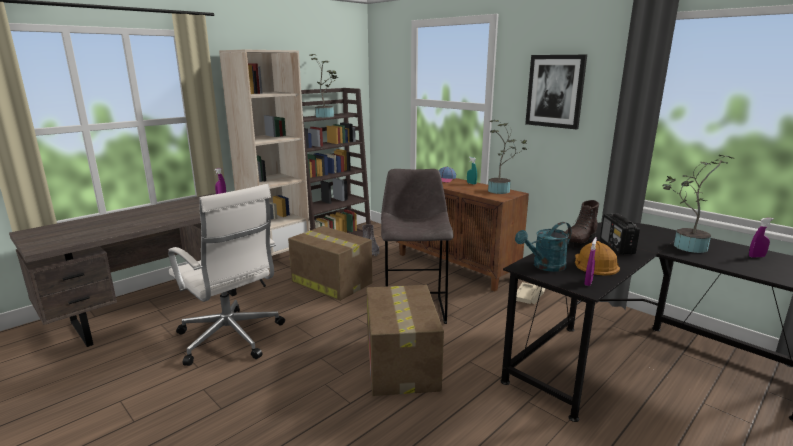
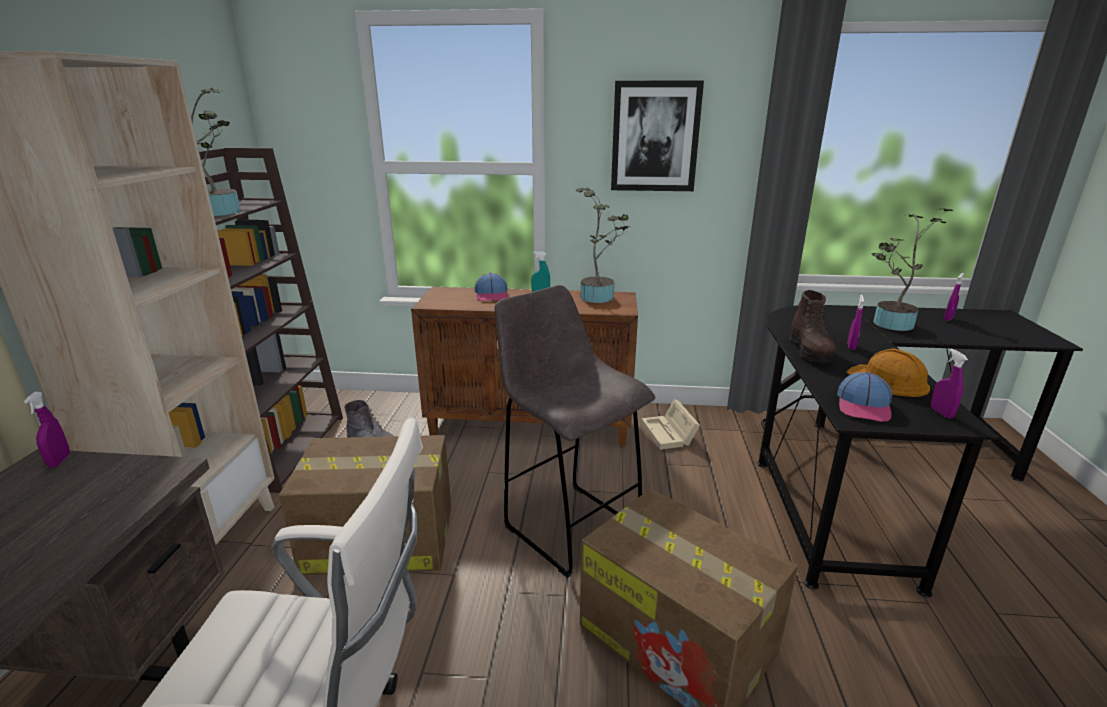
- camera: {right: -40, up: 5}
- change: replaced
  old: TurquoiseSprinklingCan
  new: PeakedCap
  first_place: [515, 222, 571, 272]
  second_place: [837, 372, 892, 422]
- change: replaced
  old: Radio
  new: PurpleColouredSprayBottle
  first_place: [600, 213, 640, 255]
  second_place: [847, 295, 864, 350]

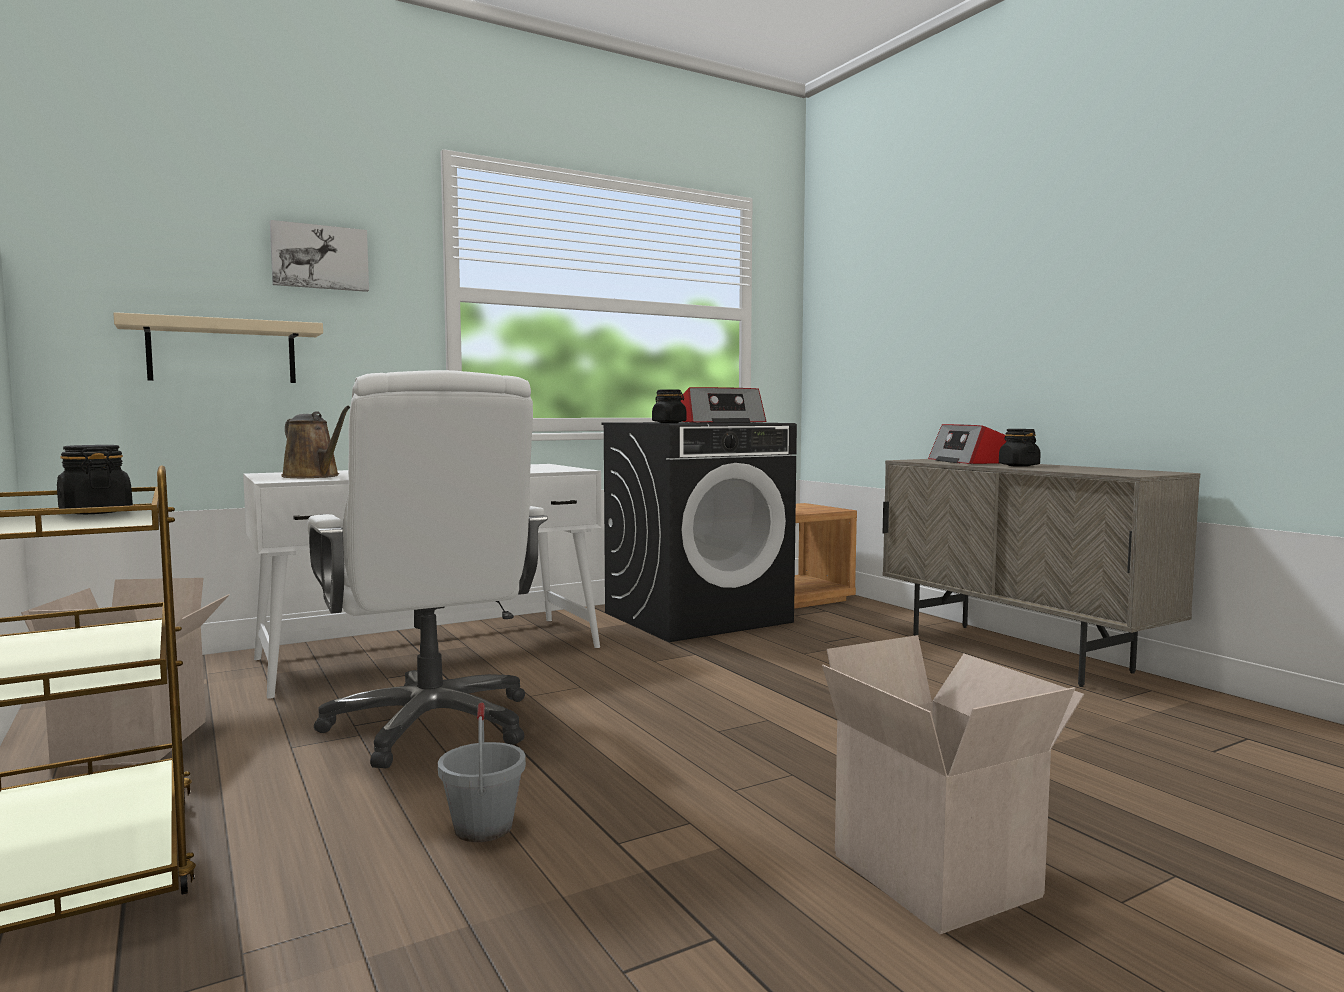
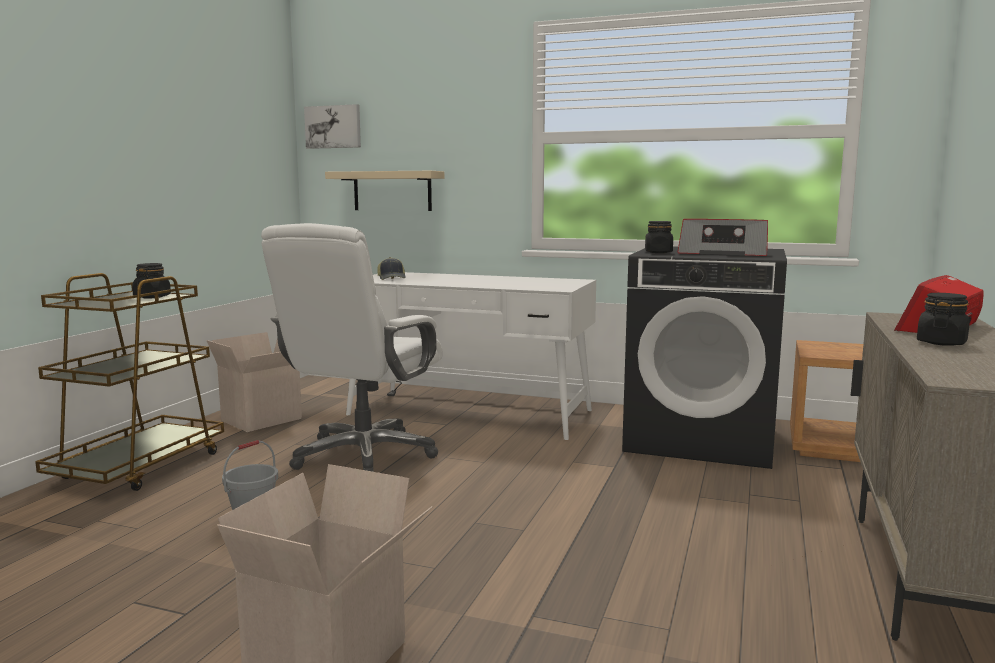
- camera: {right: 50, up: 5}
- change: moved
  old: WallPicture
  first_place: [270, 220, 369, 292]
  second_place: [304, 104, 361, 149]
- change: replaced
  old: BrownColouredSprinklingCan
  new: PeakedCap
  first_place: [281, 406, 350, 478]
  second_place: [377, 257, 406, 280]

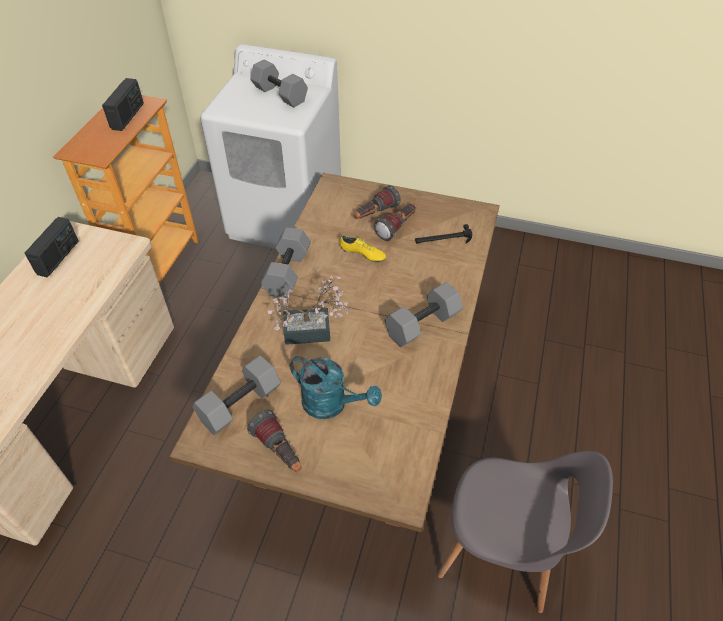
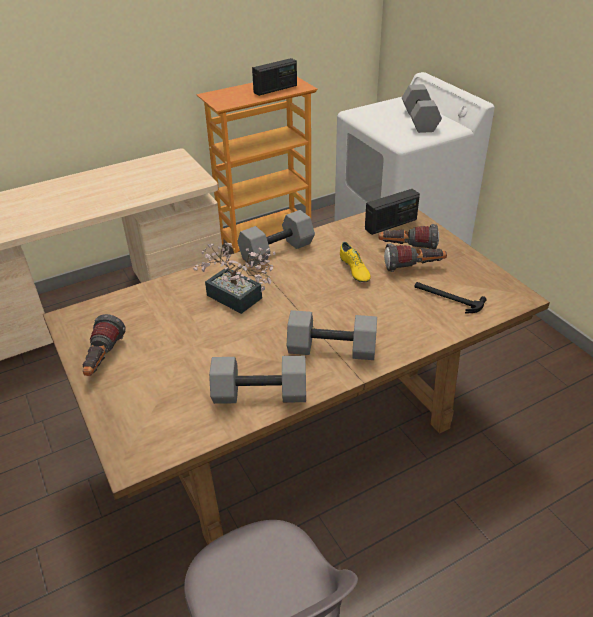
- camera: {right: 45, up: -10}
- change: moved
  old: Radio
  first_place: [25, 217, 79, 277]
  second_place: [365, 189, 420, 235]
- change: moved
  old: GreyFreeWeight
  first_place: [193, 355, 281, 435]
  second_place: [209, 356, 306, 404]
- change: removed
  old: TurquoiseSprinklingCan
  first_place: [289, 356, 382, 419]

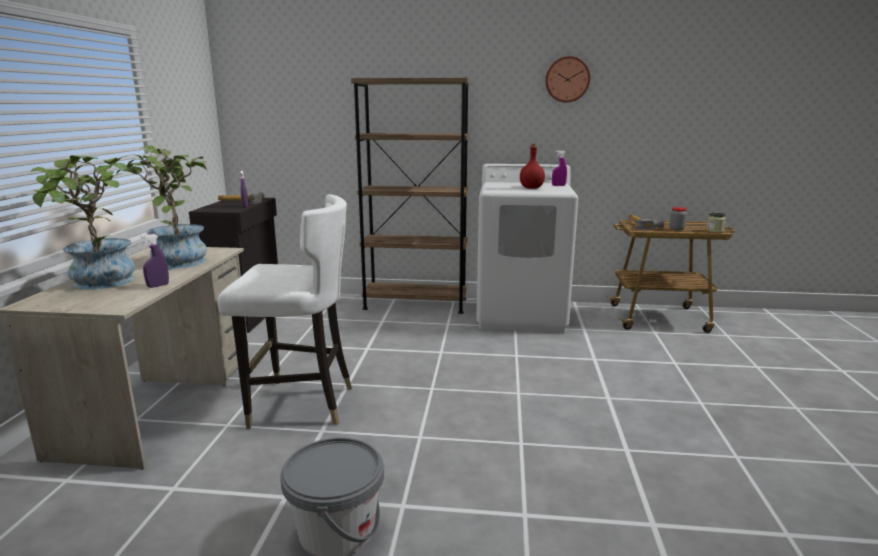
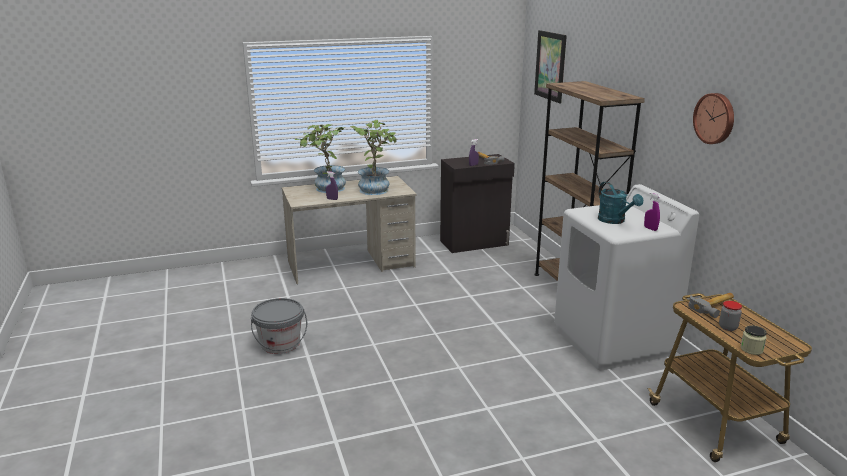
- camera: {right: 65, up: 5}
- change: removed
  old: WhitishUprightChair
  first_place: [218, 195, 352, 429]
- change: replaced
  old: RedDrinkBottle
  new: TurquoiseSprinklingCan
  first_place: [520, 143, 545, 189]
  second_place: [598, 181, 643, 224]
- change: added
  new: WallPicture
  second_place: [534, 30, 567, 104]

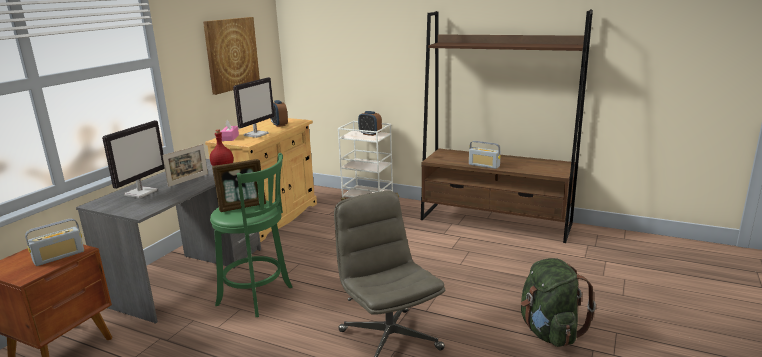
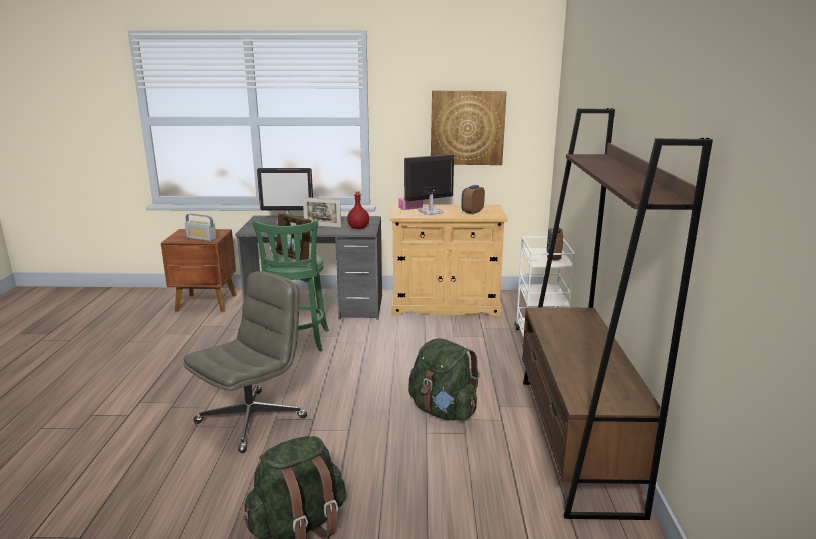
- camera: {right: 65, up: 0}
- change: turned
  old: ComputerDisplay
  first_place: [233, 77, 274, 138]
  second_place: [404, 154, 454, 215]
  degrees: 150
- change: removed
  old: Radio
  first_place: [469, 141, 501, 169]
- change: added
  new: GreenColouredRucksack
  second_place: [408, 338, 480, 421]

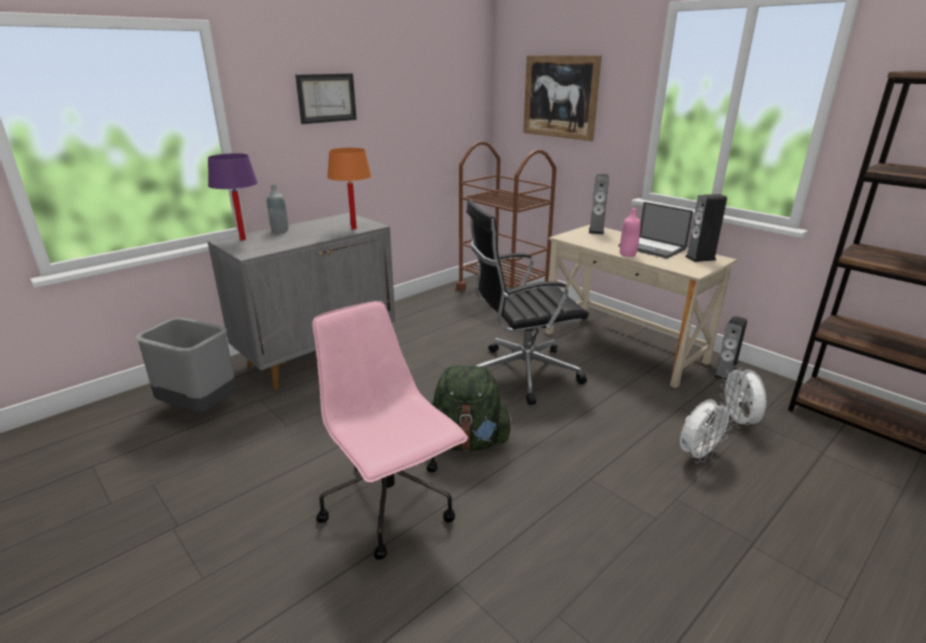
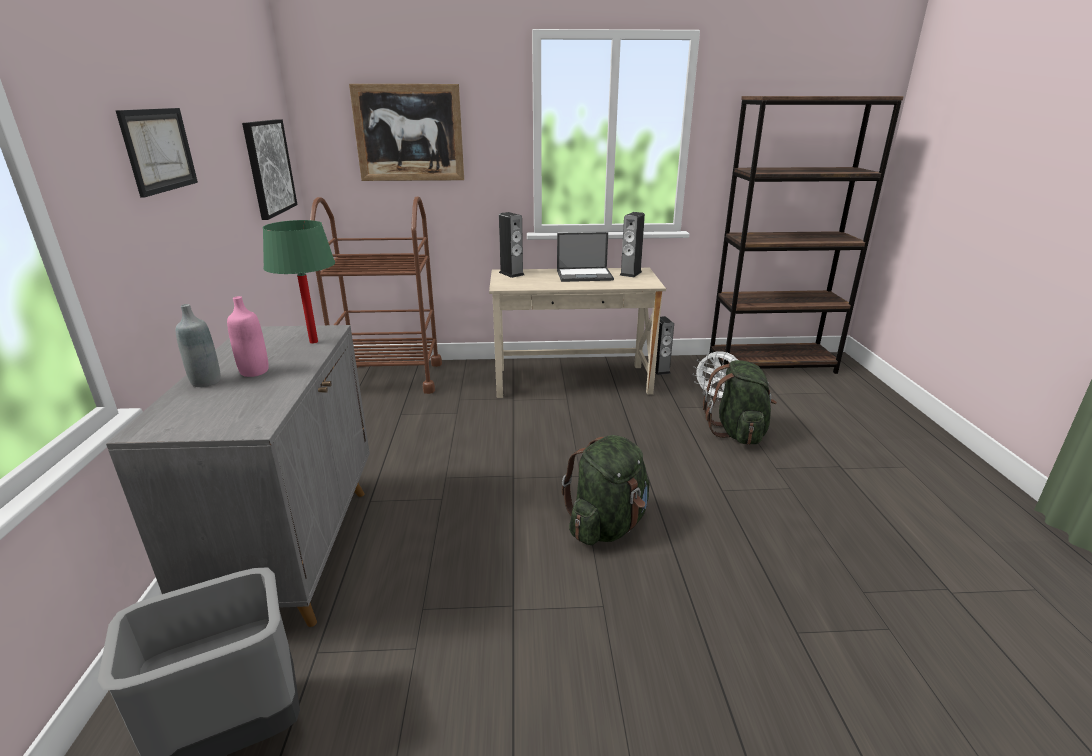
- camera: {right: -50, up: 0}
- change: removed
  old: PurpleColouredTableLamp
  first_place: [208, 153, 258, 240]
- change: removed
  old: PinkOfficeChair
  first_place: [312, 301, 468, 560]
- change: recoloured
  old: OrangeColouredTableLamp
  new: GreenColouredTableLamp
  first_place: [327, 148, 371, 230]
  second_place: [263, 220, 335, 344]
- change: removed
  old: BlackColouredOfficeChair
  first_place: [466, 199, 589, 405]
- change: moved
  old: PinkDrinkBottle
  first_place: [620, 208, 641, 257]
  second_place: [227, 296, 269, 377]
- change: replaced
  old: WhitishElectricFan
  new: GreenColouredRucksack
  first_place: [680, 399, 735, 463]
  second_place: [703, 360, 777, 445]
- change: added
  new: WallPicture
  second_place: [242, 119, 297, 220]

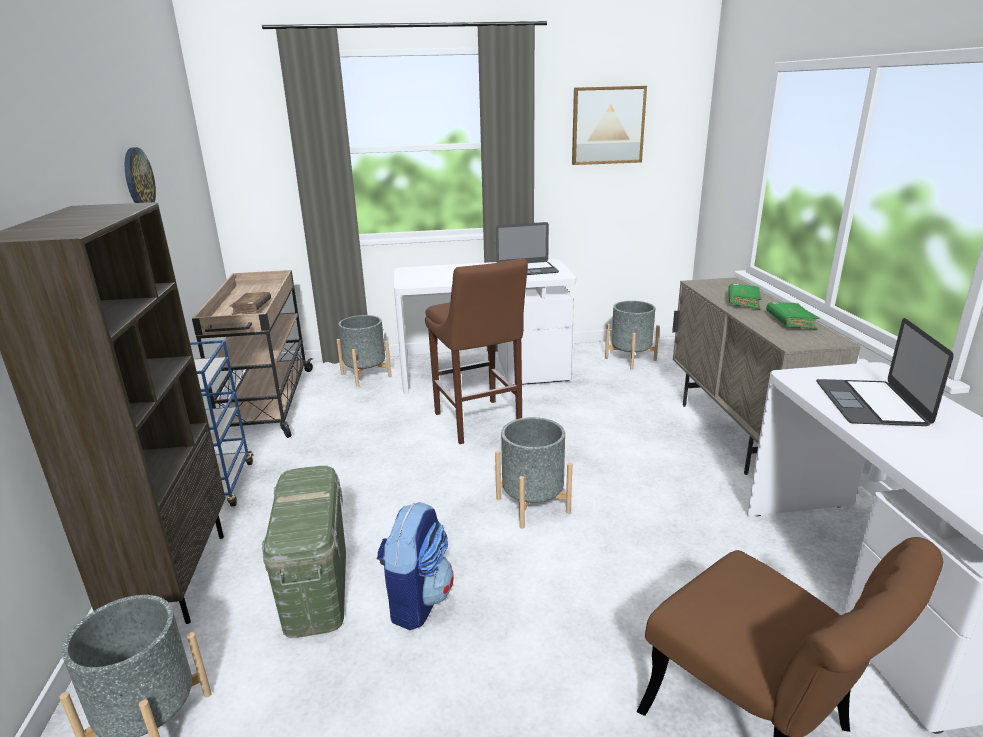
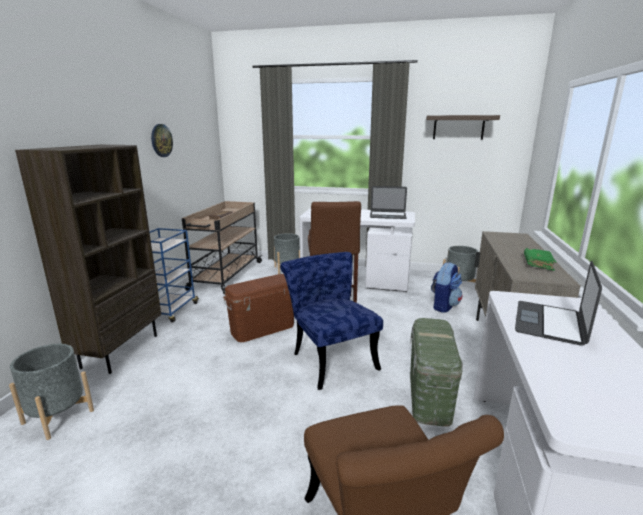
- camera: {right: 20, up: -5}
- change: moved
  old: GreenColouredStorageContainer
  first_place: [262, 466, 346, 638]
  second_place: [410, 318, 463, 427]
- change: moved
  old: Rucksack
  first_place: [377, 502, 454, 630]
  second_place: [431, 262, 462, 313]
- change: replaced
  old: GreyPlantPot
  new: BluishUprightChair
  first_place: [495, 417, 572, 529]
  second_place: [280, 252, 383, 390]
- change: replaced
  old: WallPicture
  new: WallShelf
  first_place: [572, 86, 647, 165]
  second_place: [426, 115, 500, 140]
- change: removed
  old: GreenColouredBoundBook
  first_place: [728, 284, 762, 310]
- change: added
  new: BrownColouredStorageContainer
  second_place: [223, 274, 294, 342]

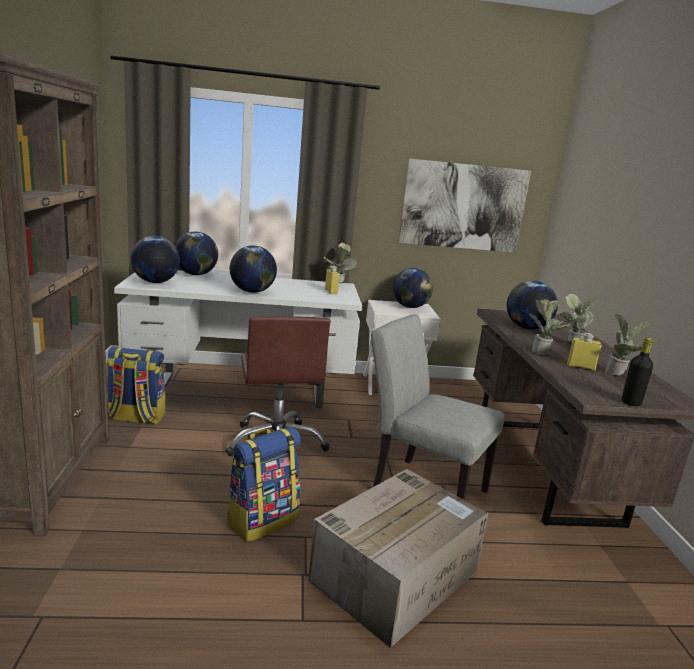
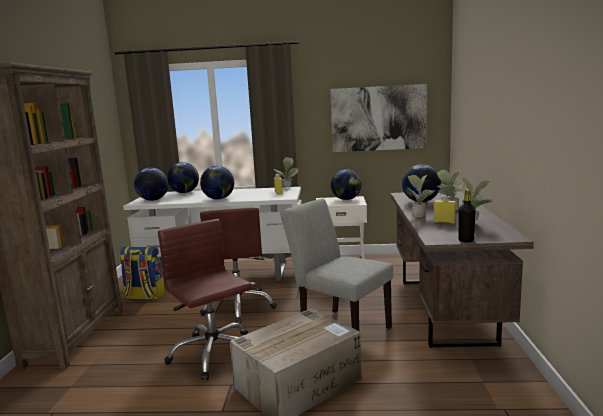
- camera: {right: 10, up: -5}
- change: replaced
  old: Rucksack
  new: BrownColouredOfficeChair
  first_place: [227, 427, 301, 542]
  second_place: [158, 219, 253, 380]

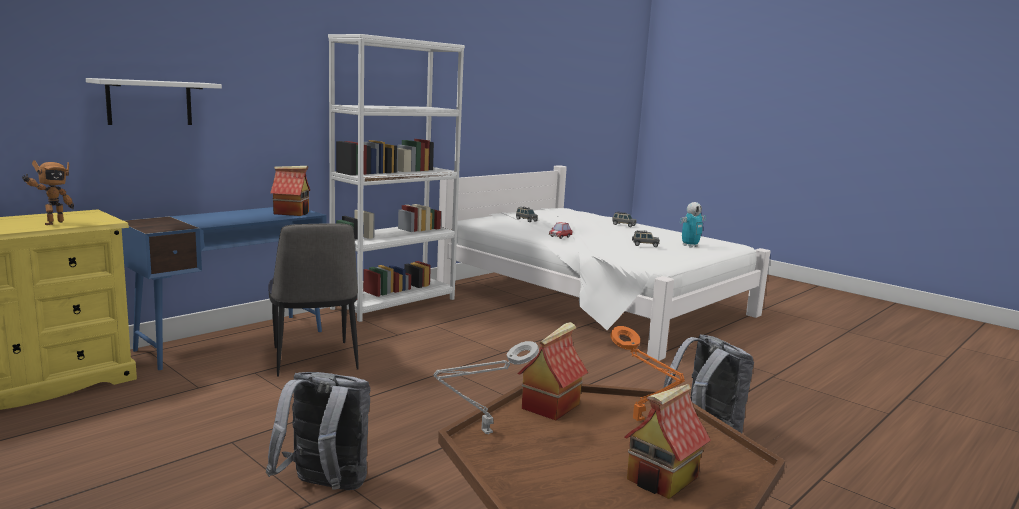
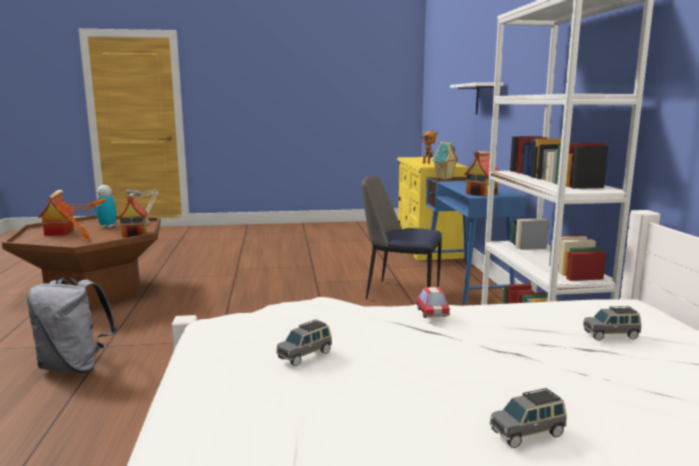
- camera: {right: 130, up: 0}
- change: removed
  old: GreyRucksack
  first_place: [266, 372, 371, 490]
- change: moved
  old: ModelRobot
  first_place: [680, 202, 706, 248]
  second_place: [96, 185, 116, 228]
- change: added
  new: MiniatureHouse
  second_place: [432, 142, 458, 180]

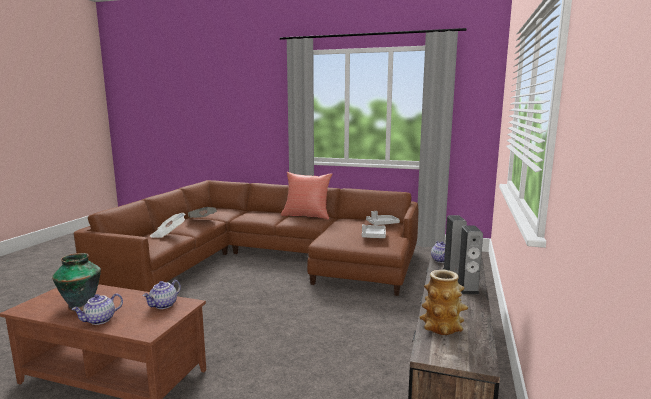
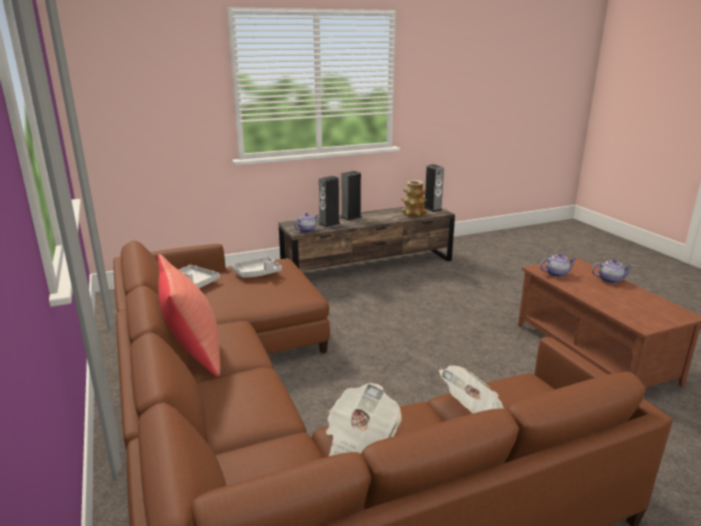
- camera: {right: -130, up: 10}
- change: removed
  old: Vase
  first_place: [52, 253, 101, 311]
- change: added
  new: Speaker
  second_place: [424, 164, 444, 212]

